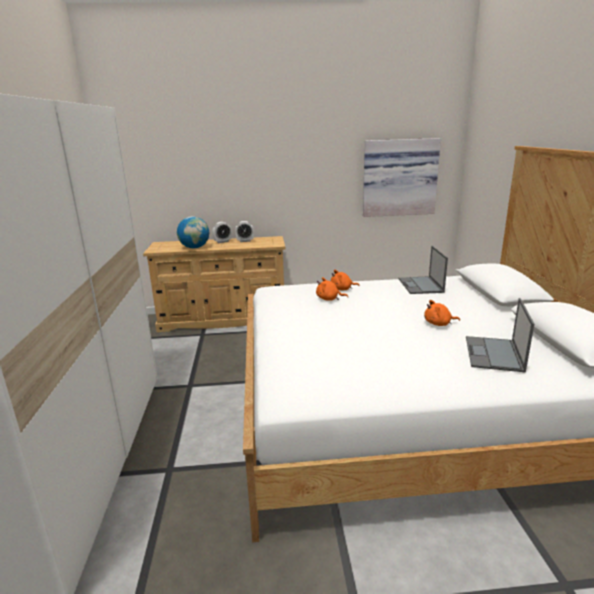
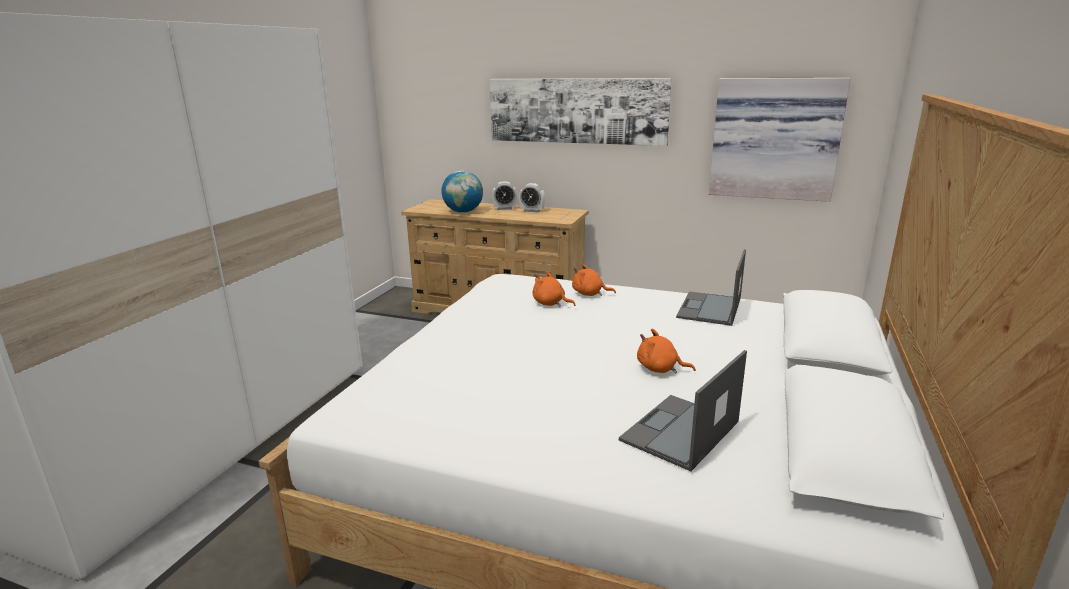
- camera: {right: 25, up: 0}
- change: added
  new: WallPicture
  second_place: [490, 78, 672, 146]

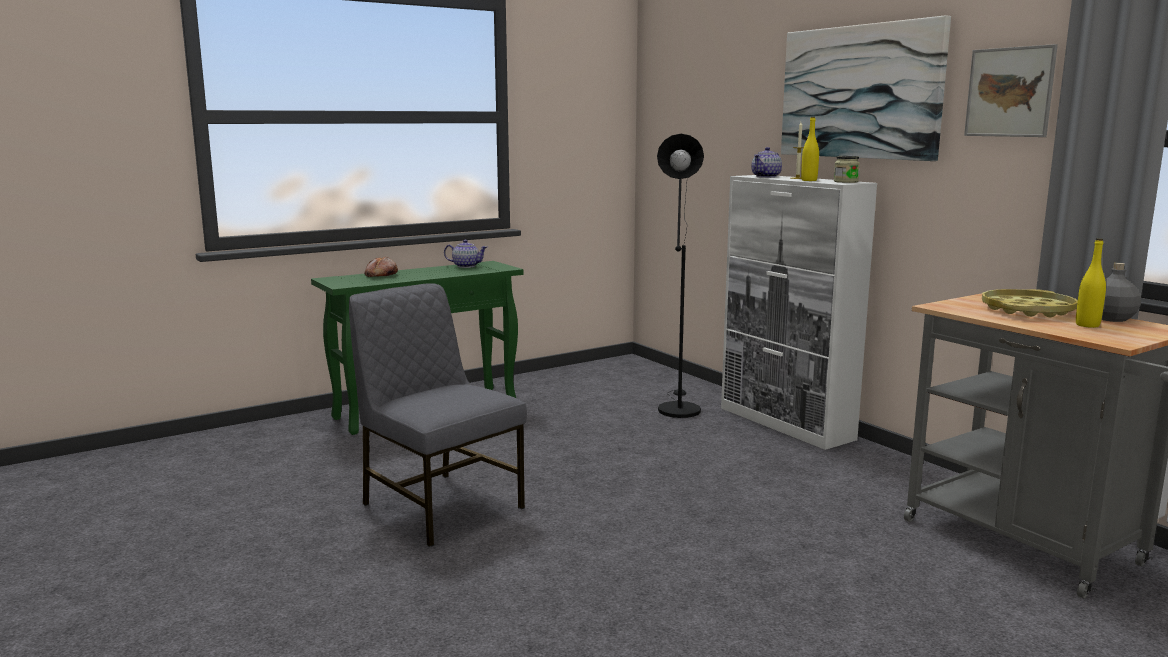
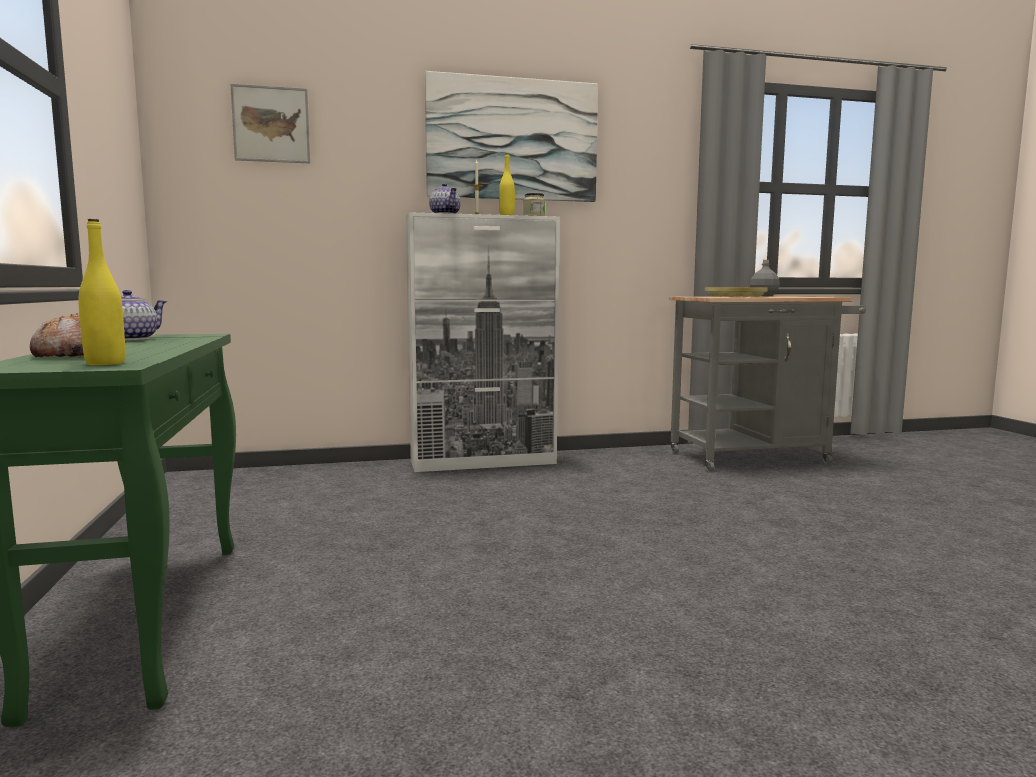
- camera: {right: -70, up: -5}
- change: removed
  old: GreyUprightChair
  first_place: [349, 283, 527, 547]
- change: removed
  old: BlackColouredStandingLamp
  first_place: [657, 134, 704, 418]
- change: moved
  old: WallPicture
  first_place: [964, 44, 1058, 137]
  second_place: [231, 84, 310, 163]
- change: moved
  old: YellowDrinkBottle
  first_place: [1076, 238, 1106, 328]
  second_place: [78, 219, 125, 365]

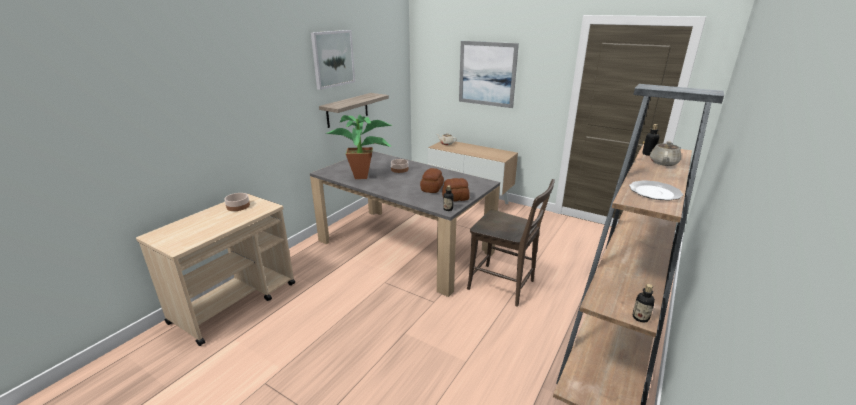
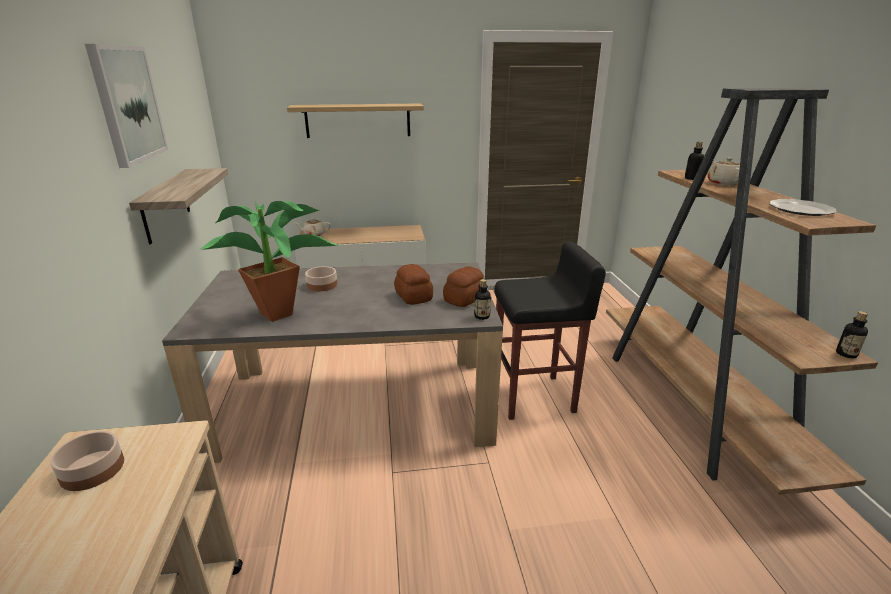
- camera: {right: -40, up: 0}
- change: replaced
  old: WallPicture
  new: WallShelf
  first_place: [459, 41, 519, 108]
  second_place: [287, 103, 424, 138]
- change: replaced
  old: BrownColouredUprightChair
  new: BlackColouredSittingStool
  first_place: [467, 179, 555, 307]
  second_place: [494, 241, 606, 420]

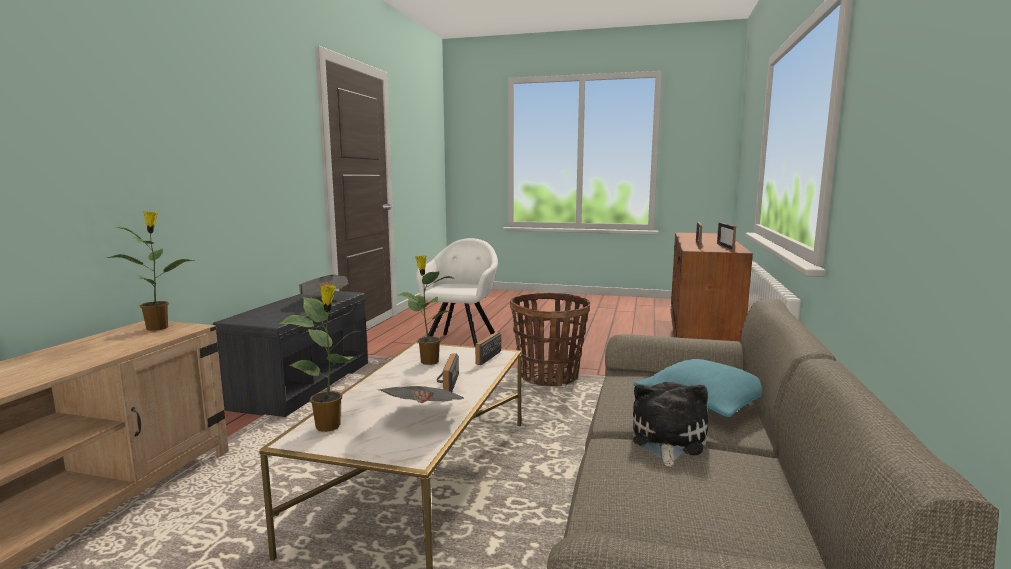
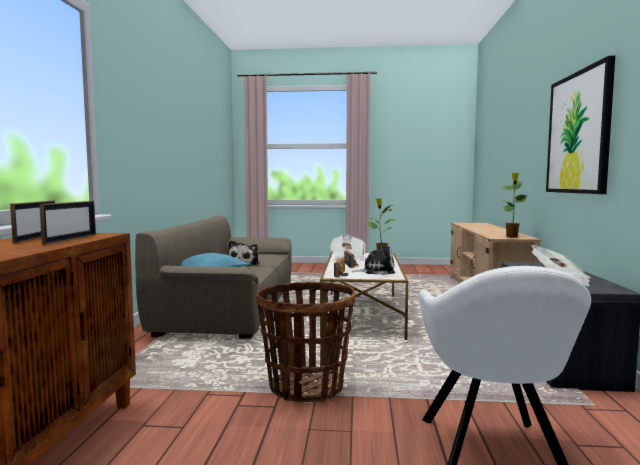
- camera: {right: 170, up: -5}
- change: replaced
  old: PottedPlant
  new: SoftToy
  first_place: [398, 255, 456, 365]
  second_place: [352, 245, 395, 275]
- change: added
  new: WallPicture
  second_place: [546, 56, 615, 194]

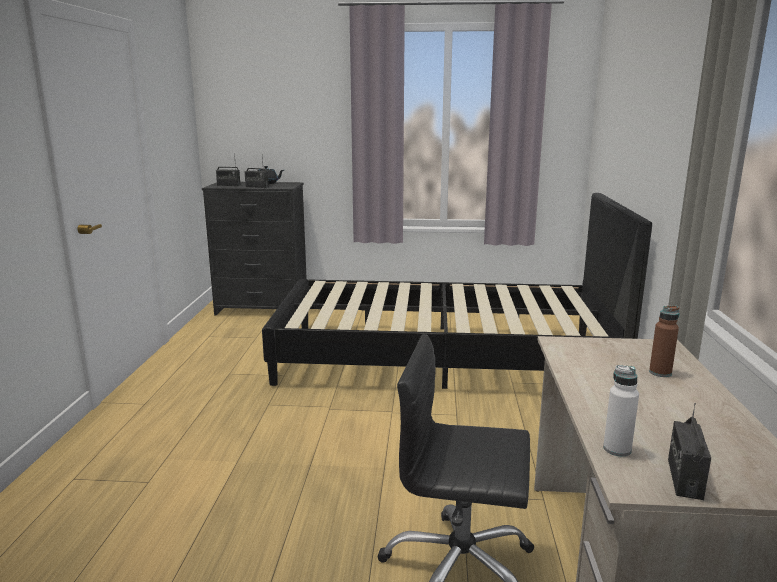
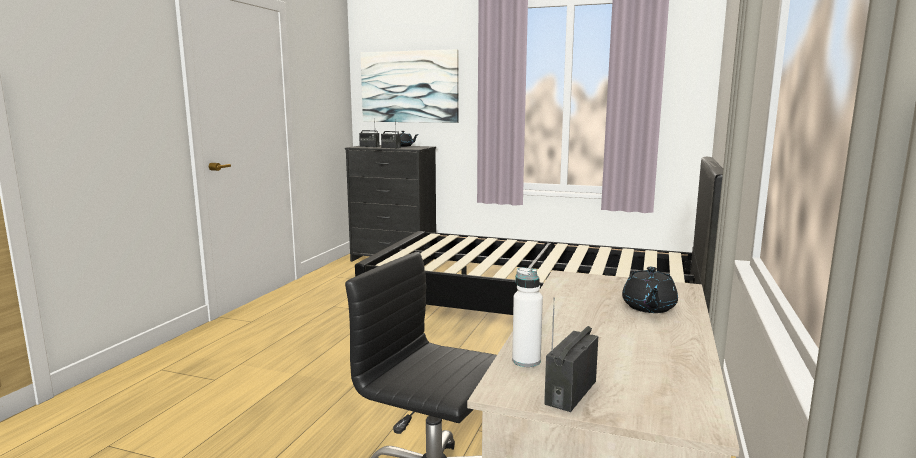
- camera: {right: 15, up: -5}
- change: replaced
  old: BrownColouredDrinkBottle
  new: BlackColouredTeapot
  first_place: [649, 305, 679, 377]
  second_place: [622, 267, 678, 313]
- change: added
  new: WallPicture
  second_place: [361, 49, 458, 123]

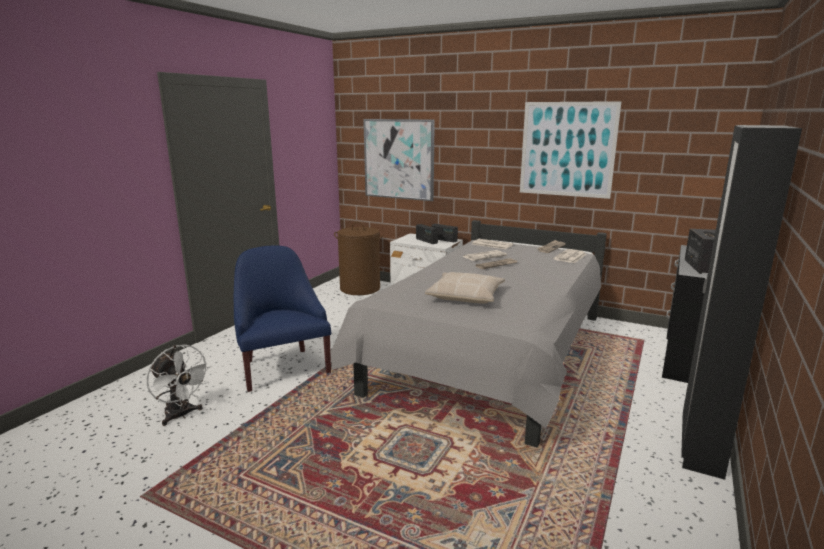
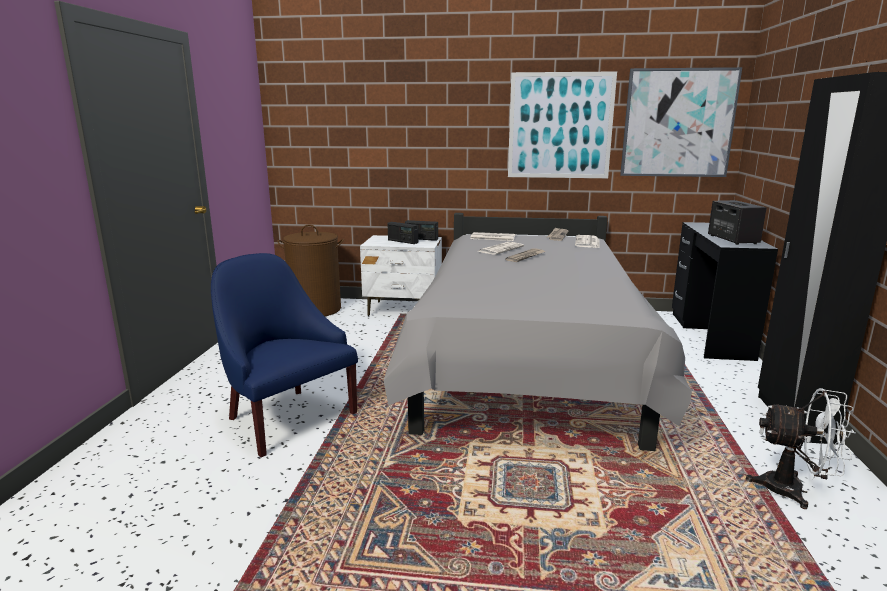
- camera: {right: -20, up: 0}
- change: moved
  old: WhitishElectricFan
  first_place: [146, 345, 211, 426]
  second_place: [746, 388, 855, 509]
- change: moved
  old: WallPicture
  first_place: [363, 119, 435, 201]
  second_place: [620, 67, 742, 177]
- change: removed
  old: SandColouredPillow
  first_place: [425, 272, 505, 304]

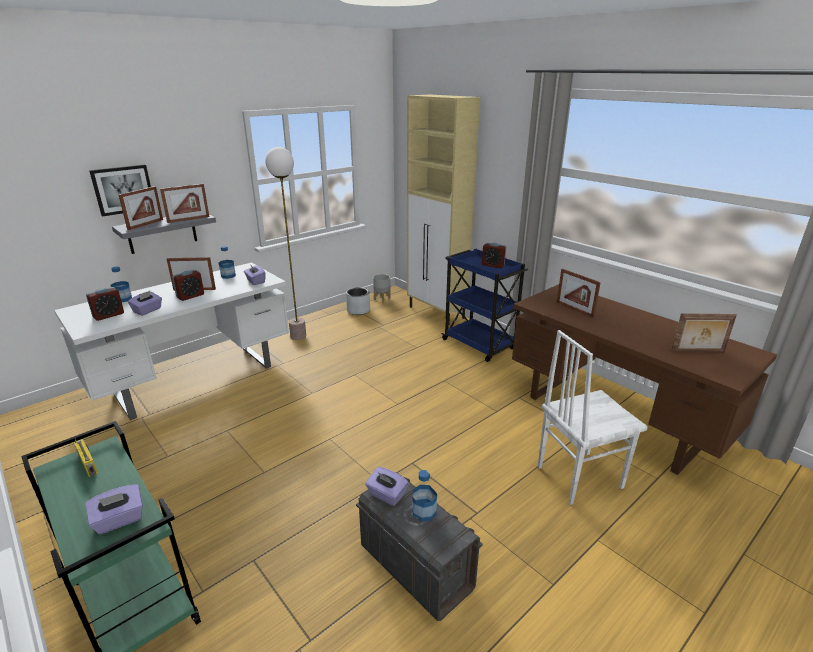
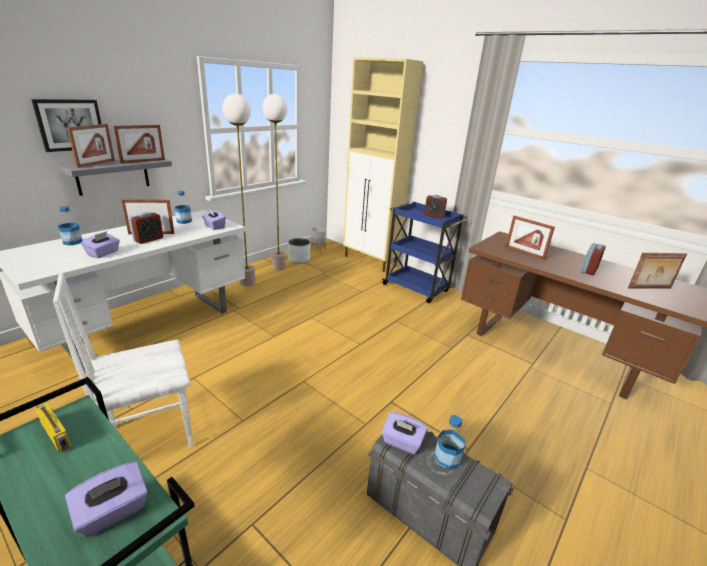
- camera: {right: -10, up: 0}
- change: moved
  old: BedsideClock
  first_place: [86, 287, 124, 321]
  second_place: [581, 243, 606, 275]
- change: moved
  old: WhitishUprightChair
  first_place: [538, 330, 648, 505]
  second_place: [53, 273, 193, 448]
- change: added
  new: StandingLamp
  second_place: [262, 94, 288, 270]

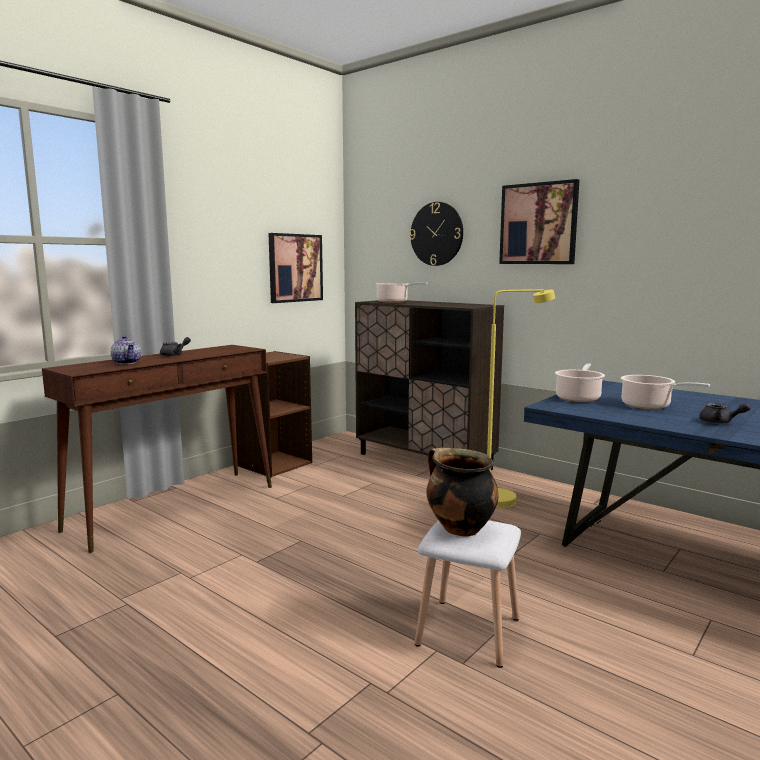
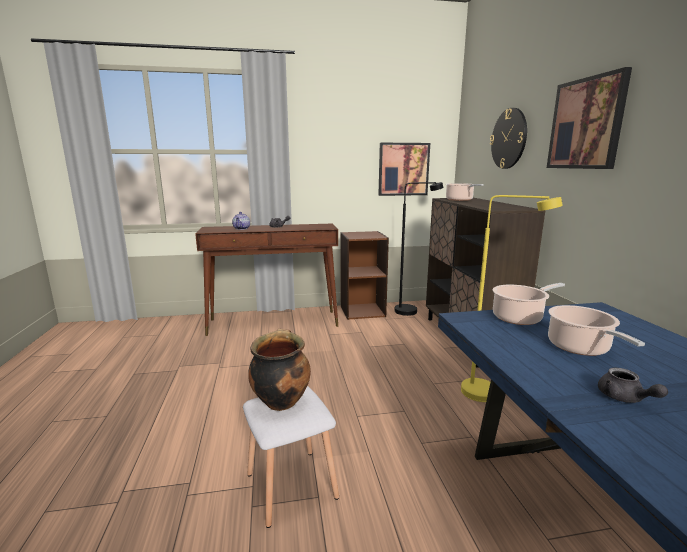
- camera: {right: 40, up: 5}
- change: added
  new: BlackColouredStandingLamp
  second_place: [394, 182, 443, 316]

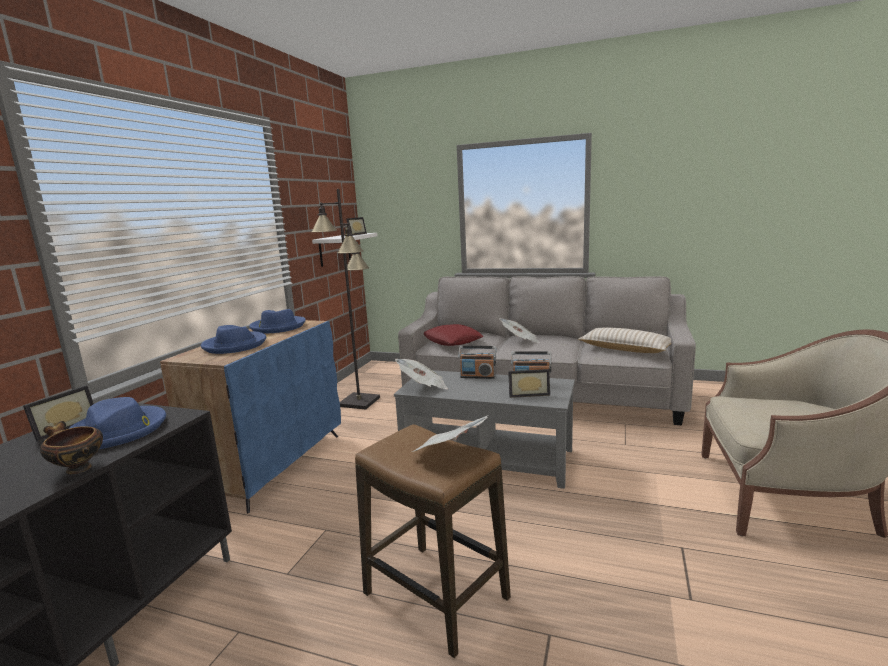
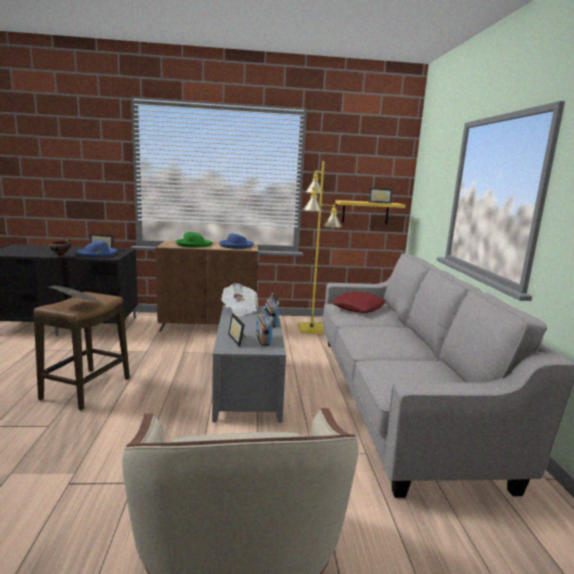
- camera: {right: 65, up: 0}
- change: recoloured
  old: BluishCabinet
  new: BrownColouredCabinet
  first_place: [160, 320, 341, 514]
  second_place: [156, 241, 258, 332]
- change: recoloured
  old: BluishClothingHat
  new: GreenColouredClothingHat
  first_place: [201, 325, 266, 354]
  second_place: [175, 232, 213, 247]
- change: recoloured
  old: BlackColouredStandingLamp
  new: YellowStandingLamp
  first_place: [312, 189, 380, 409]
  second_place: [299, 161, 342, 334]
- change: recoloured
  old: WhitishWallShelf
  new: YellowWallShelf
  first_place: [312, 233, 377, 267]
  second_place: [335, 200, 405, 225]
- change: removed
  old: DailyPaper
  first_place: [499, 318, 539, 343]
- change: removed
  old: SandColouredPillow
  first_place: [578, 327, 671, 353]

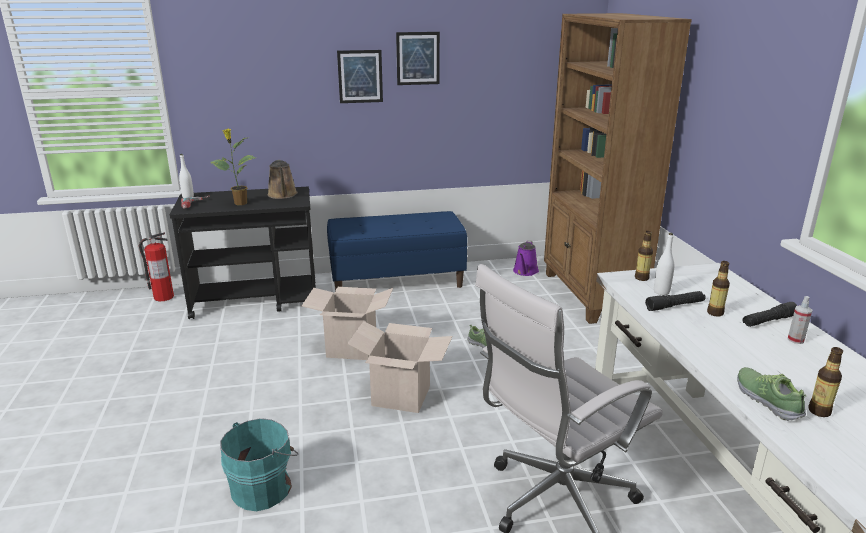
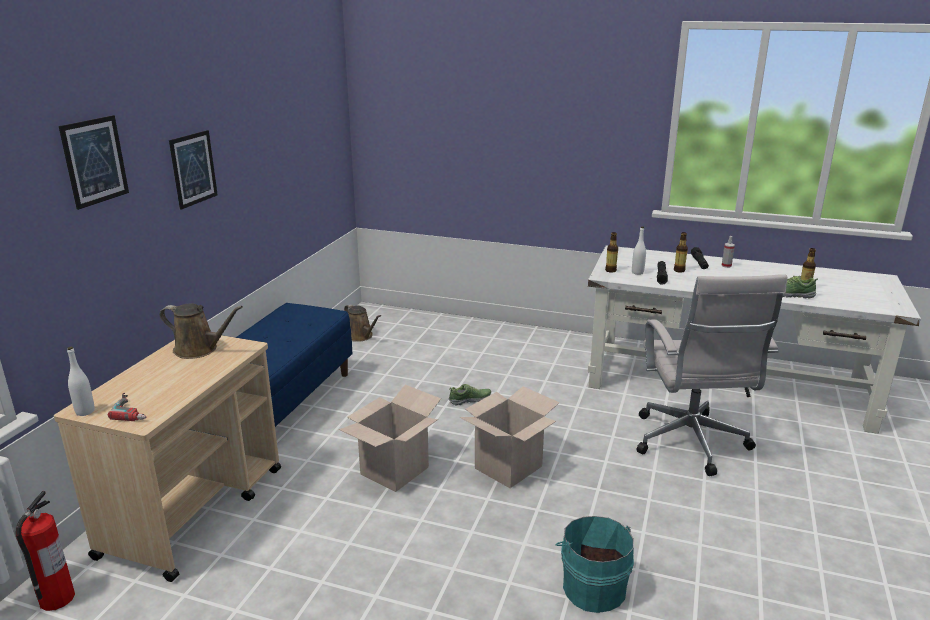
- camera: {right: -60, up: 0}
- change: recoloured
  old: BlackColouredWheeledCart
  new: SandColouredWheeledCart
  first_place: [170, 187, 316, 319]
  second_place: [54, 335, 281, 582]
- change: removed
  old: PottedPlant
  first_place: [211, 129, 256, 205]
- change: moved
  old: WallPicture
  first_place: [396, 32, 440, 85]
  second_place: [59, 115, 129, 210]
- change: recoloured
  old: PurpleColouredSprinklingCan
  new: BrownColouredSprinklingCan
  first_place: [513, 241, 539, 276]
  second_place: [344, 304, 381, 342]
- change: removed
  old: BrownColouredBookcase
  first_place: [544, 13, 692, 324]

